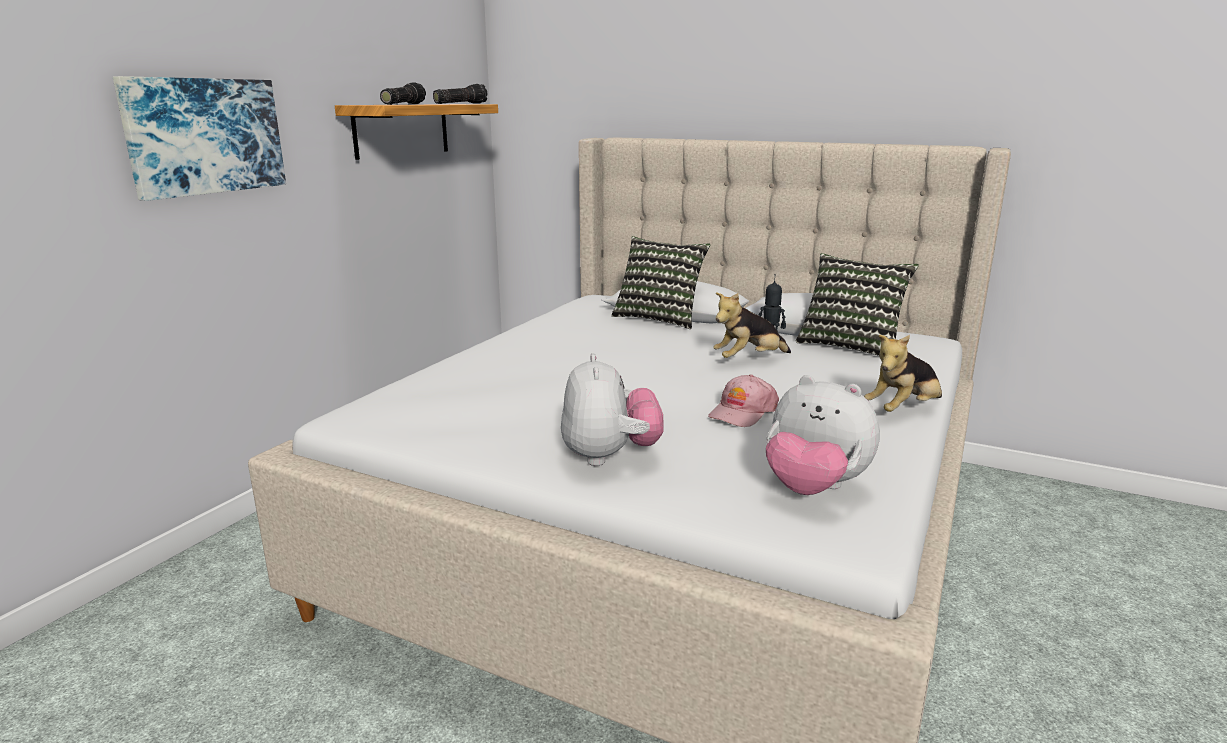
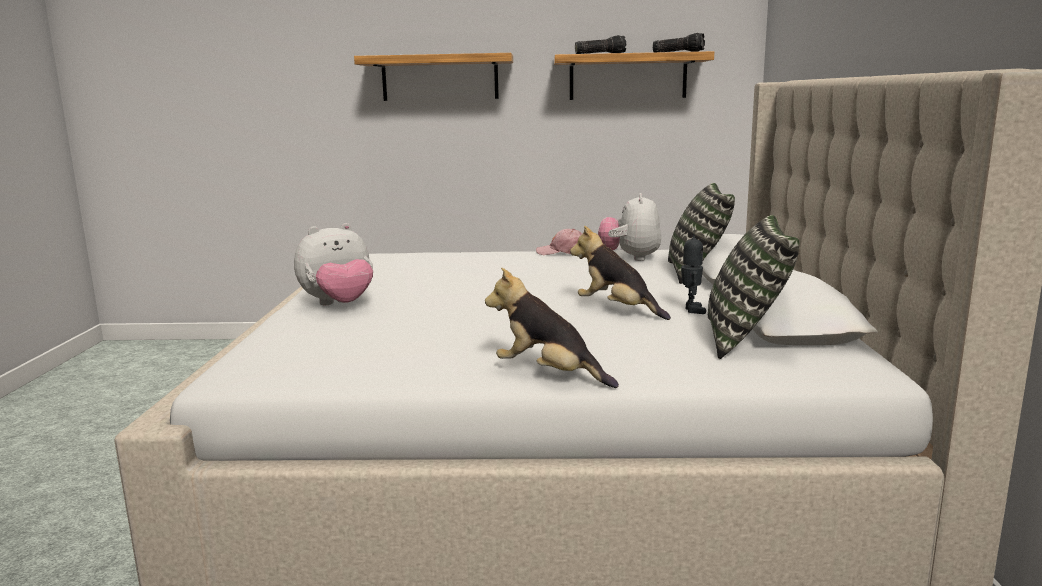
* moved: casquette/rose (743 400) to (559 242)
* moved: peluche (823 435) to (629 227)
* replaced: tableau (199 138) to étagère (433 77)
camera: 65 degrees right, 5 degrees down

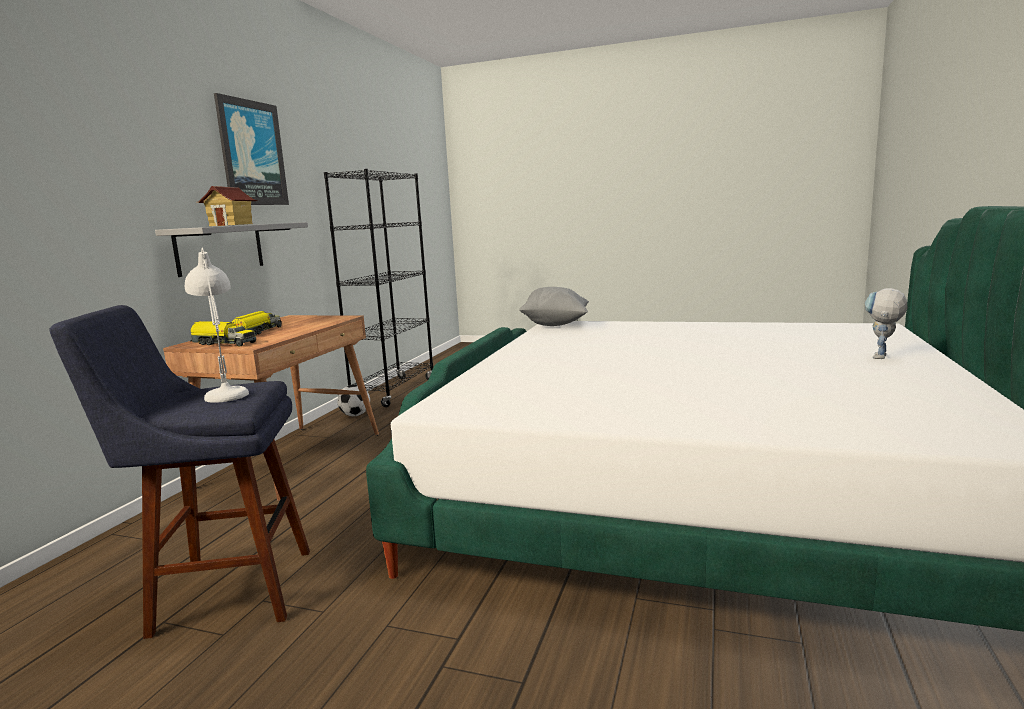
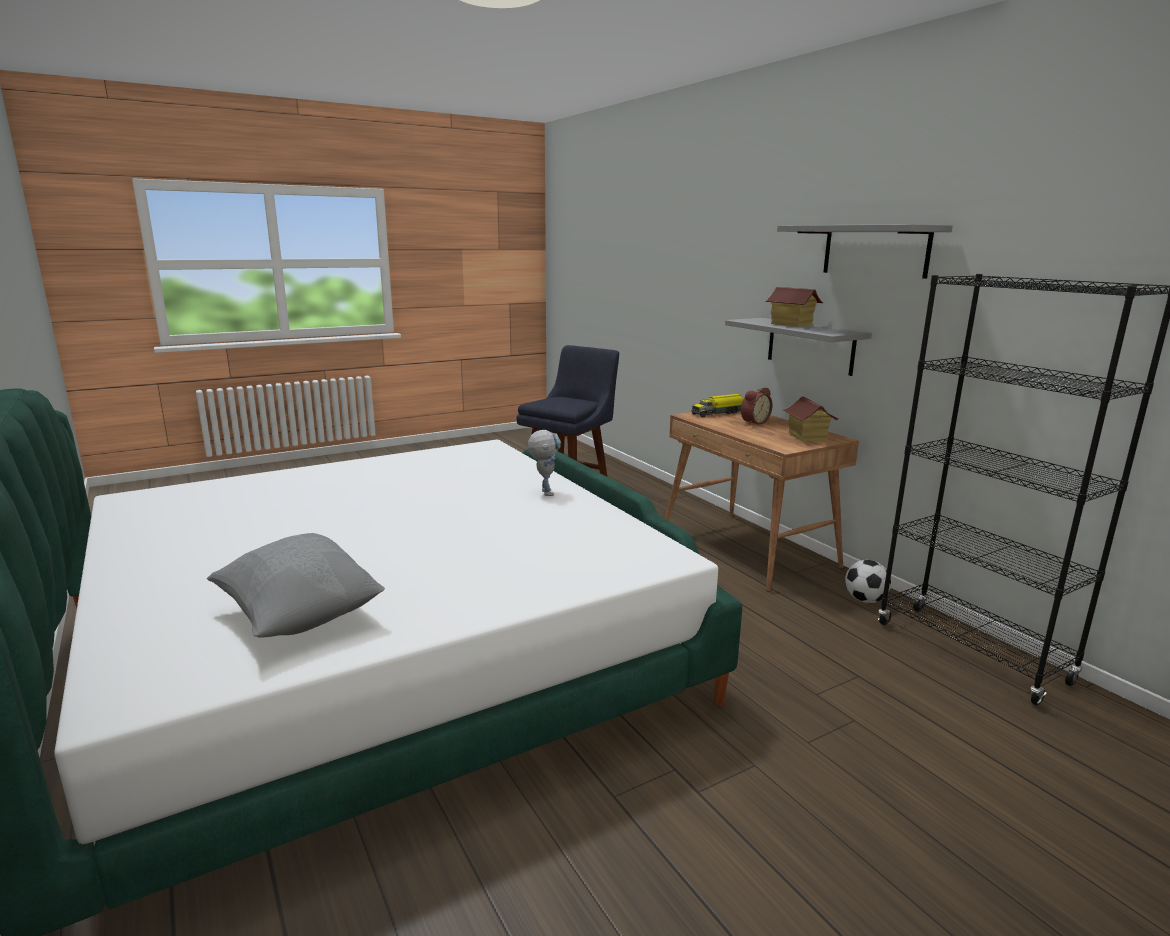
* removed: lampe de table/blanc (217 325)
* added: maison miniature (810 418)
* moved: coussin/gris (554 306) to (296 585)
* moved: robot jouet (886 323) to (544 463)
* replaced: tableau (251 149) to étagère/gris (865 251)
* replaced: camion jouet (257 323) to réveil (757 406)
camera: 130 degrees right, 5 degrees up

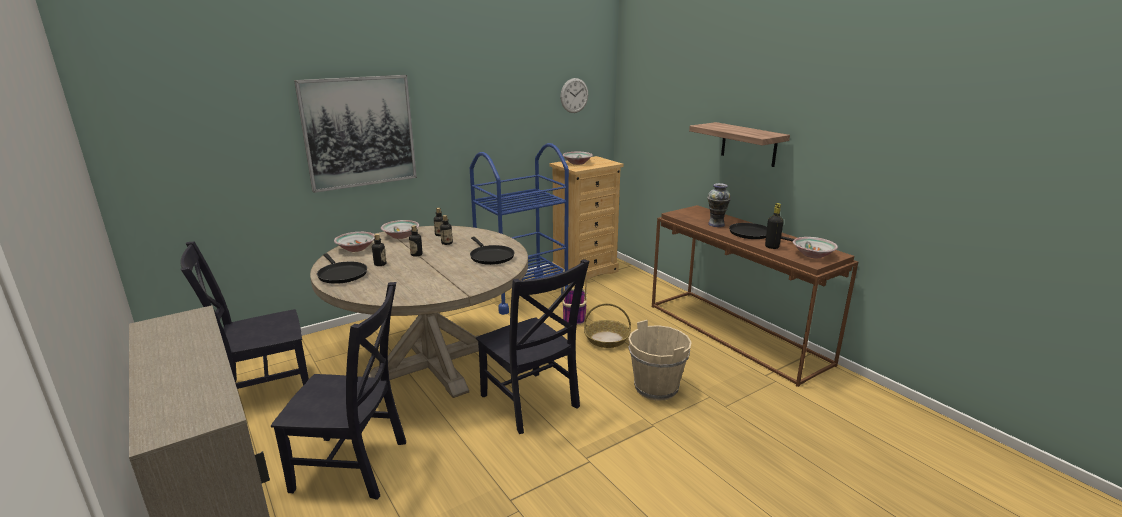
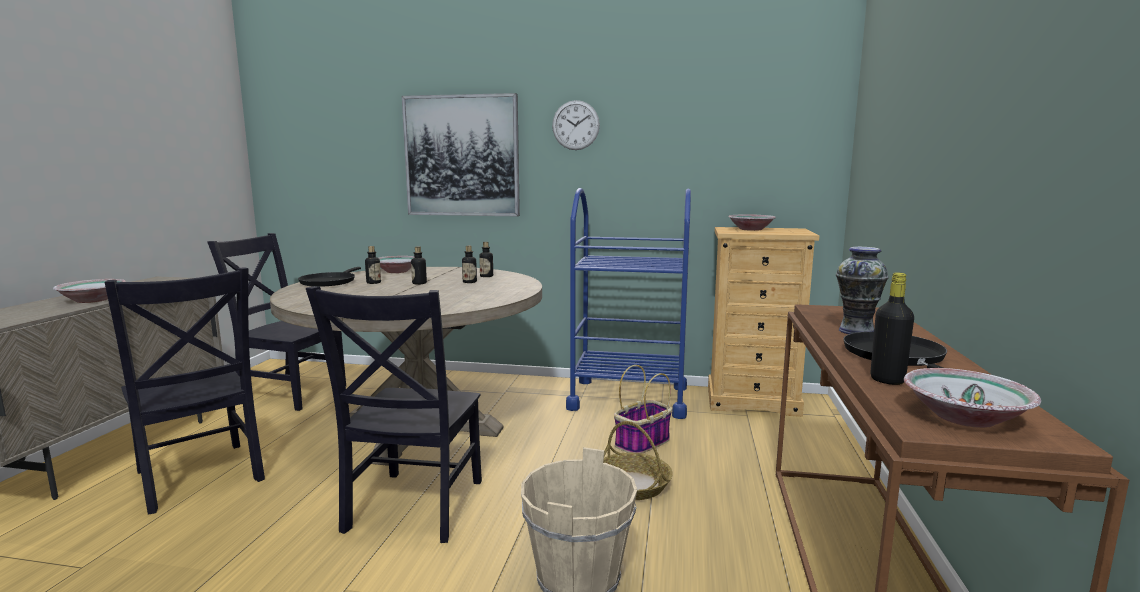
* removed: poêle/noir (492 251)
* removed: étagère (739 144)
* moved: bol (400 229) to (89 291)
* moved: horloge murale (574 95) to (576 125)
camera: 45 degrees right, 10 degrees down

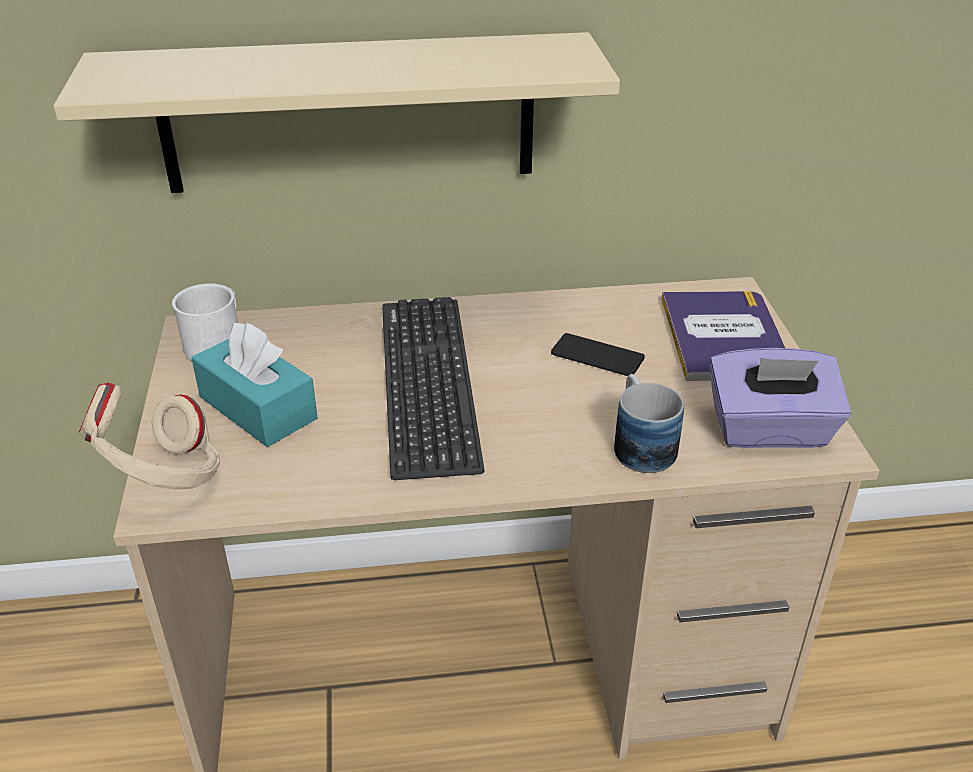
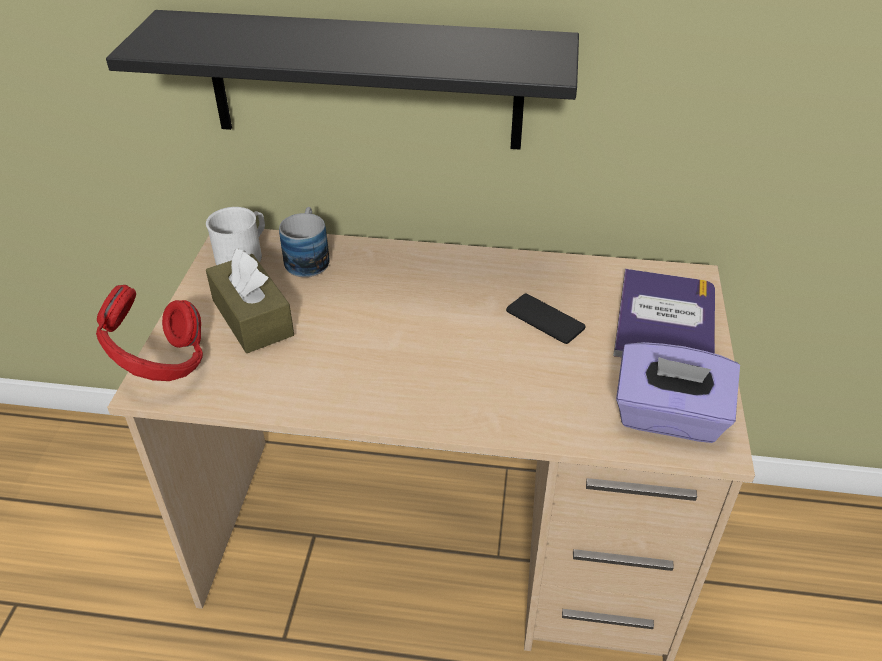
* removed: clavier (433 388)
* moved: mug (649 423) to (304 242)
* recoloured: étagère/beige (336 112) to étagère/noir (342 80)
* recoloured: casque audio/beige (149 436) to casque audio/rouge (149 333)
* recoloured: boîte à mouchoirs/turquoise (255 384) to boîte à mouchoirs/marron (250 300)
camera: 15 degrees right, 5 degrees up

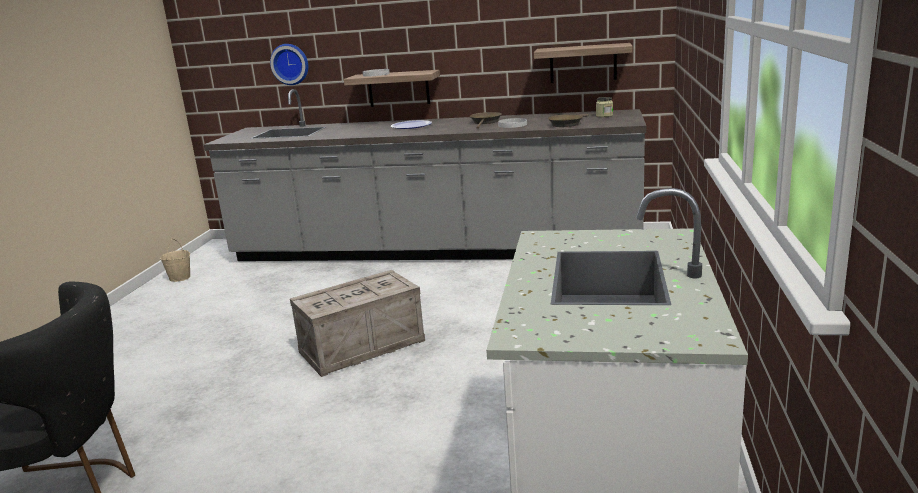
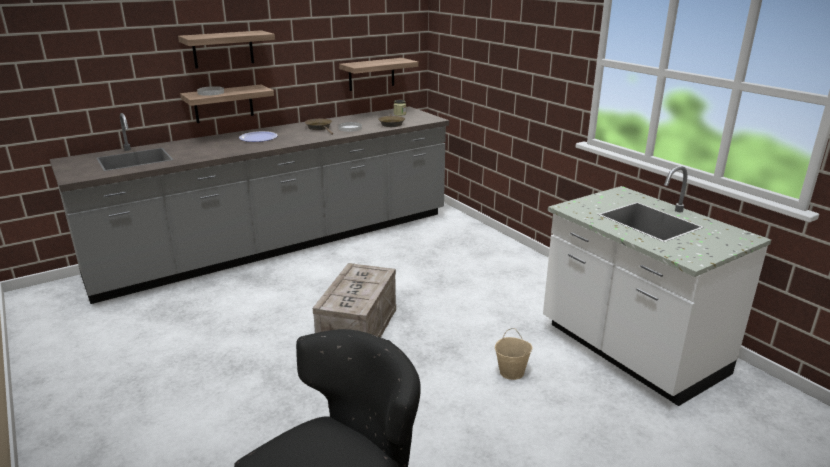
* removed: horloge murale (289 64)
* added: étagère (226 49)
* moved: seau/beige (175 260) to (514 354)
camera: 45 degrees left, 5 degrees up

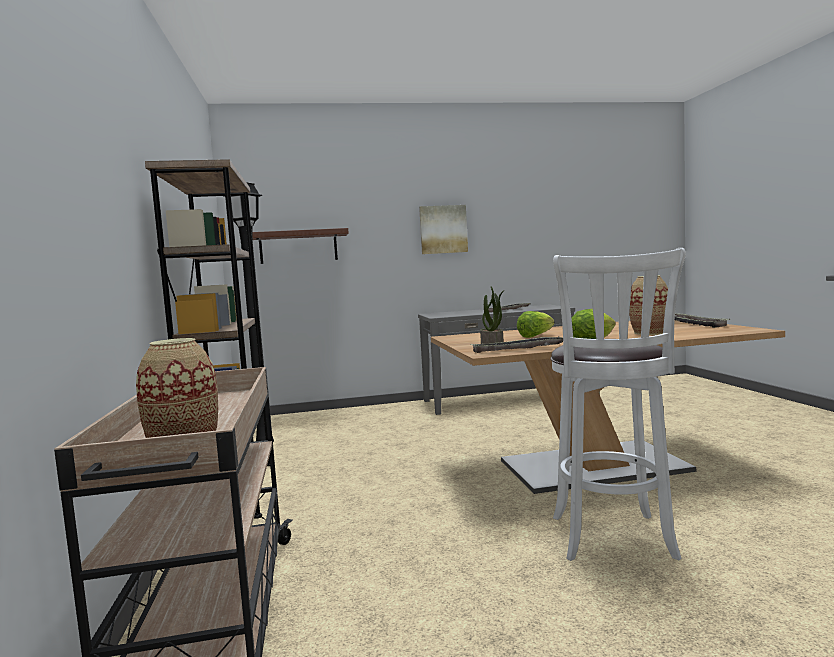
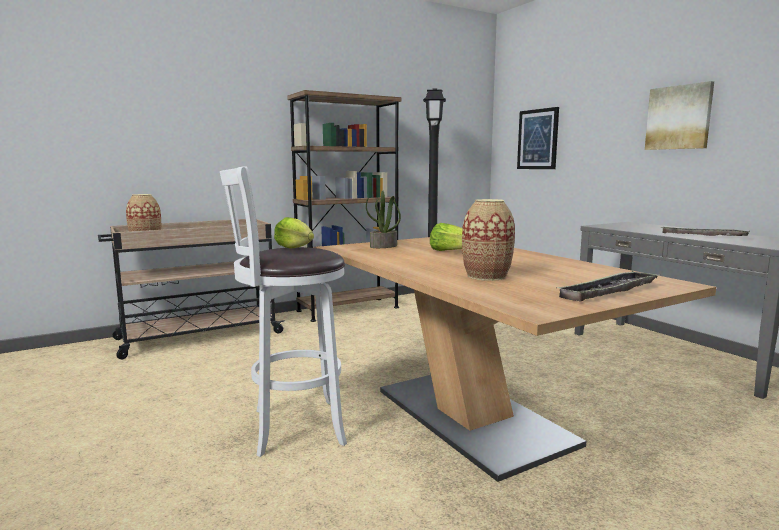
* removed: plateau (516 344)
* replaced: étagère/marron (300 246) to tableau (538 138)
camera: 70 degrees right, 5 degrees up

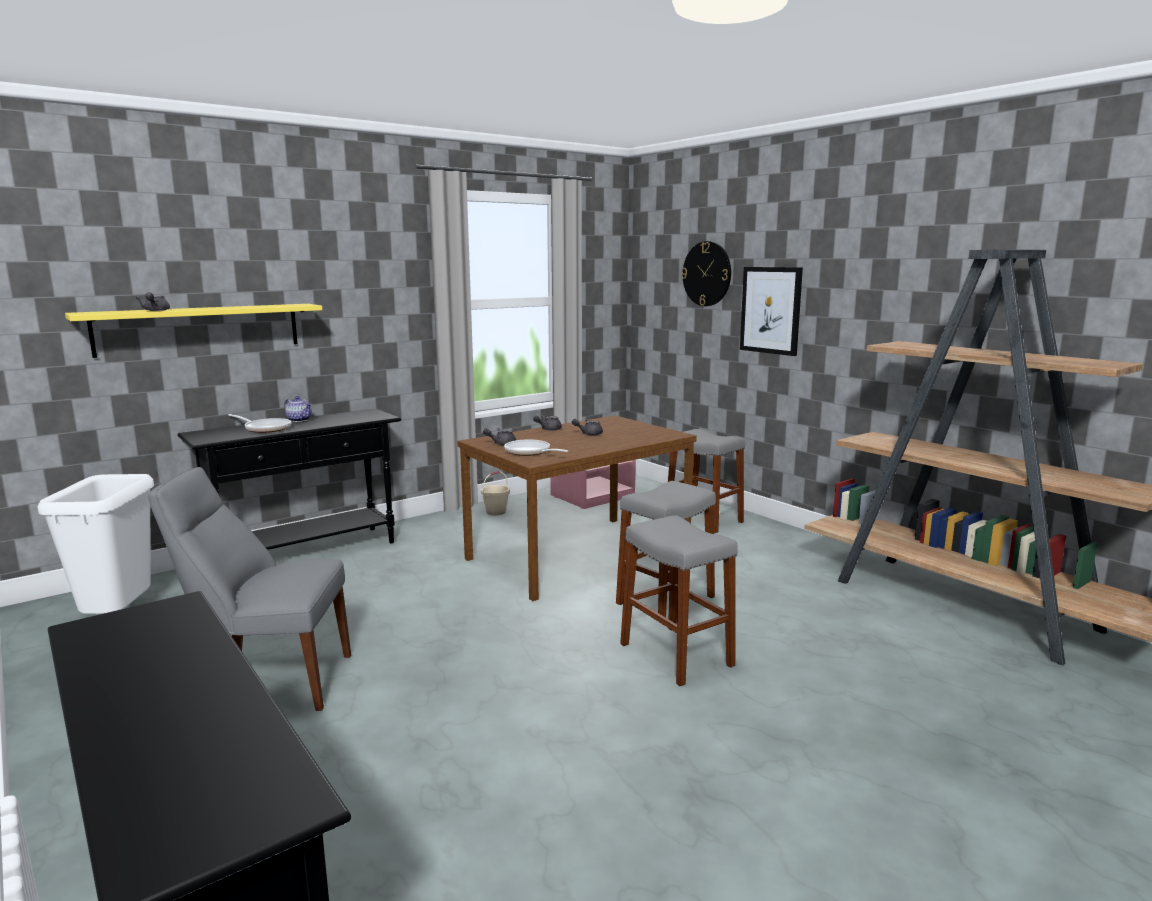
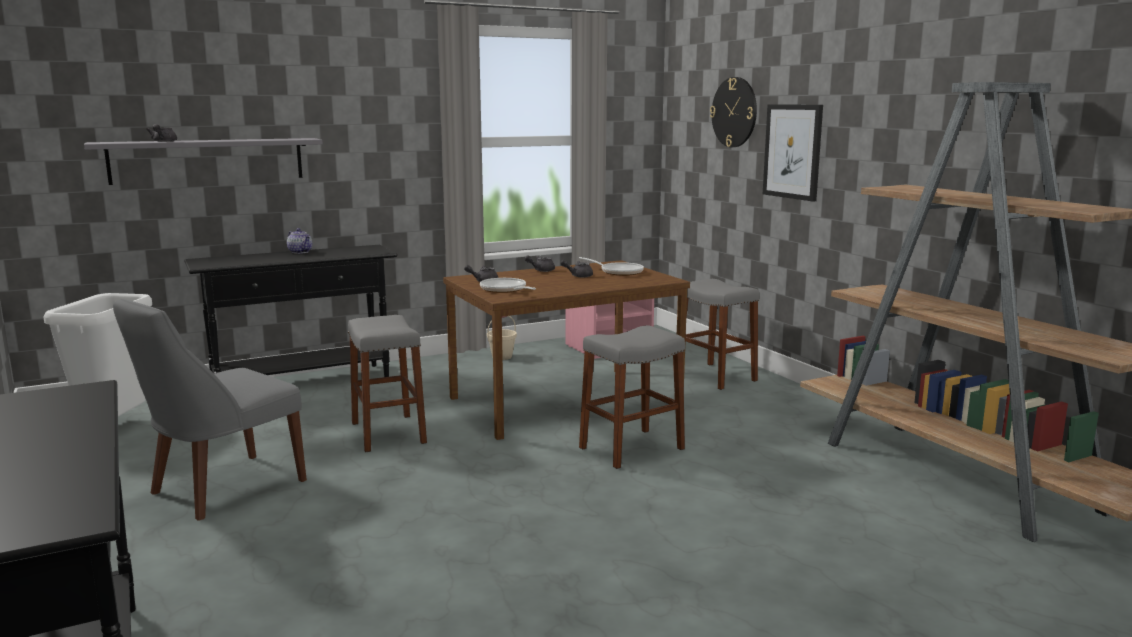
* moved: poêle (259 423) to (611 266)
* moved: tabouret/gris (679 600) to (387 383)
* recoloured: étagère/jaune (193 331) to étagère/gris (203 161)
* turned: chaise/gris (250 589) = (210 410) 60 degrees counterclockwise
camera: 10 degrees right, 0 degrees up

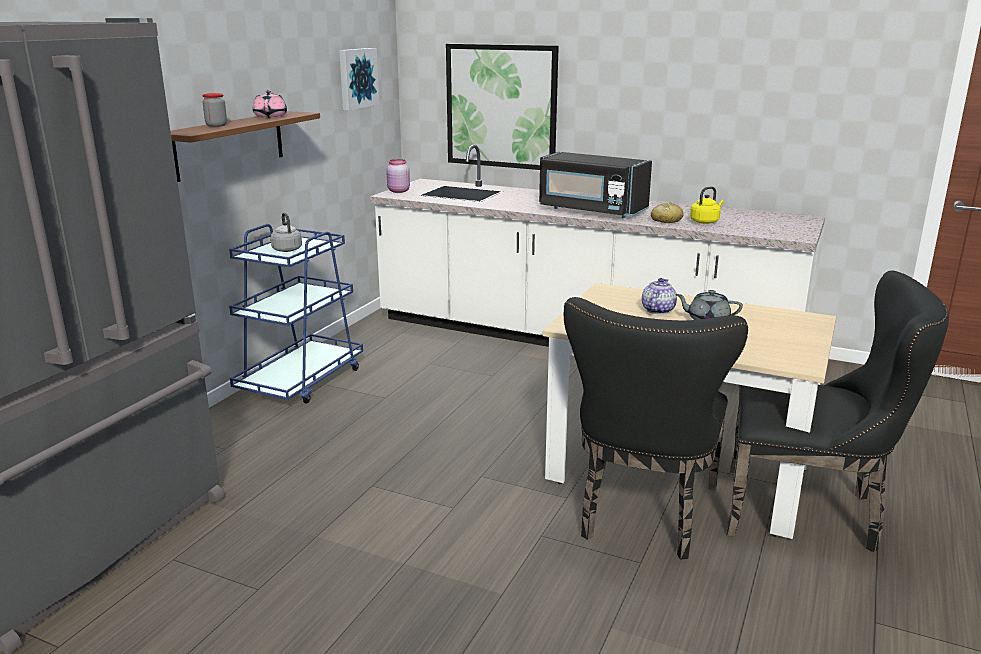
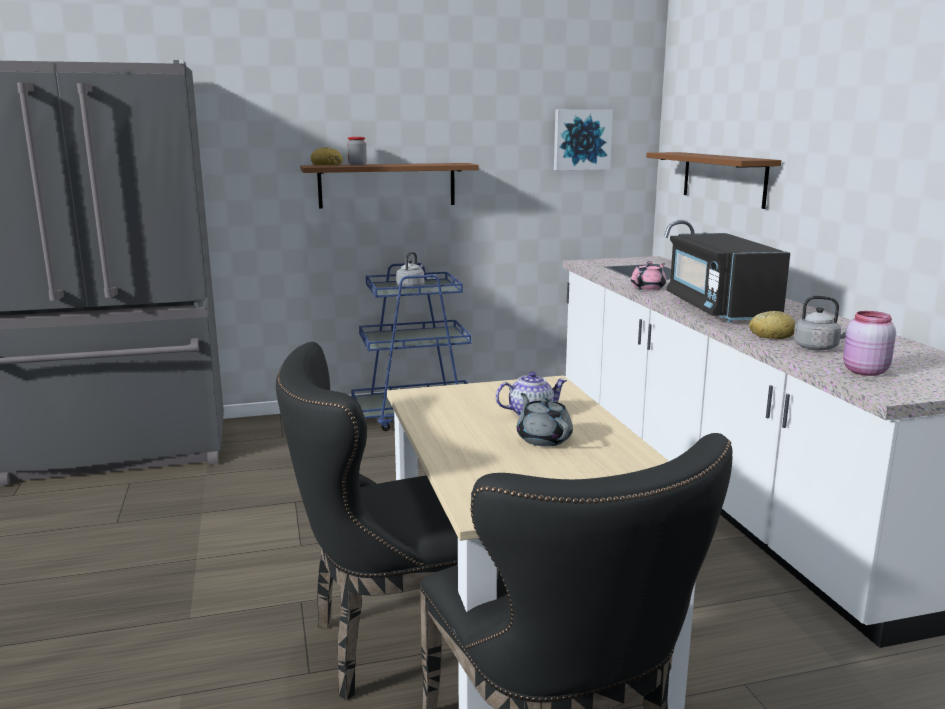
* added: pain (326 156)
* moved: théière/rose (270 104) to (648 275)
* moved: bocal/rose (398 176) to (869 343)
* replaced: tableau (502 107) to étagère/marron (713 180)
* recoloured: bouilloire/jaune (707 205) to bouilloire/gris (820 323)
camera: 50 degrees right, 5 degrees down

